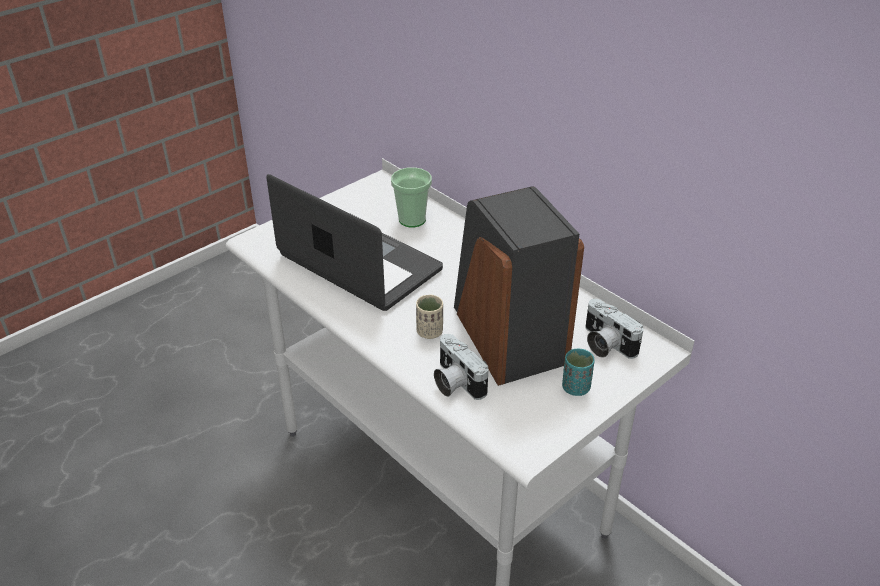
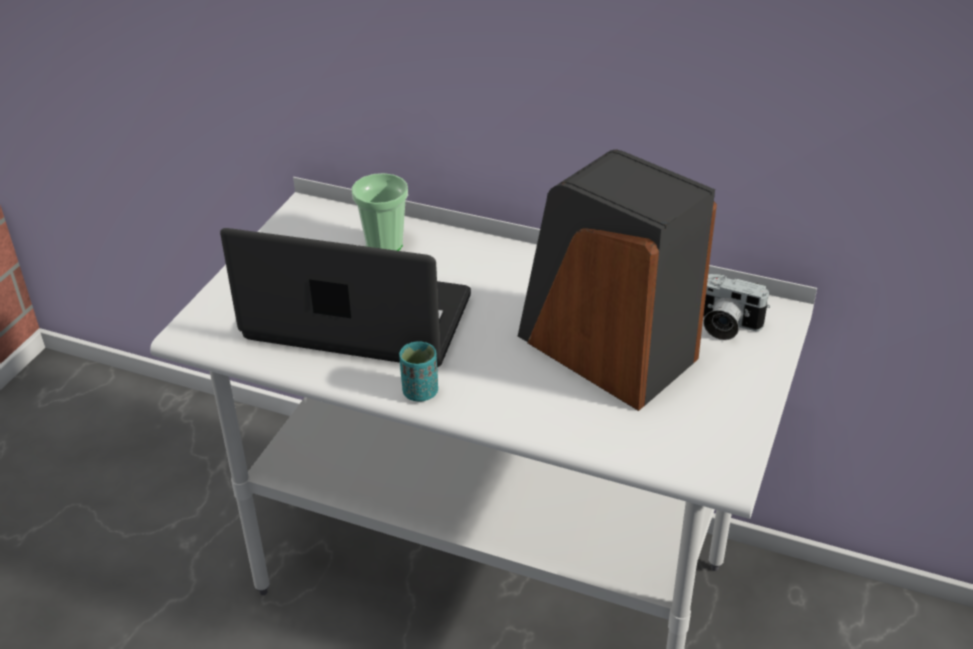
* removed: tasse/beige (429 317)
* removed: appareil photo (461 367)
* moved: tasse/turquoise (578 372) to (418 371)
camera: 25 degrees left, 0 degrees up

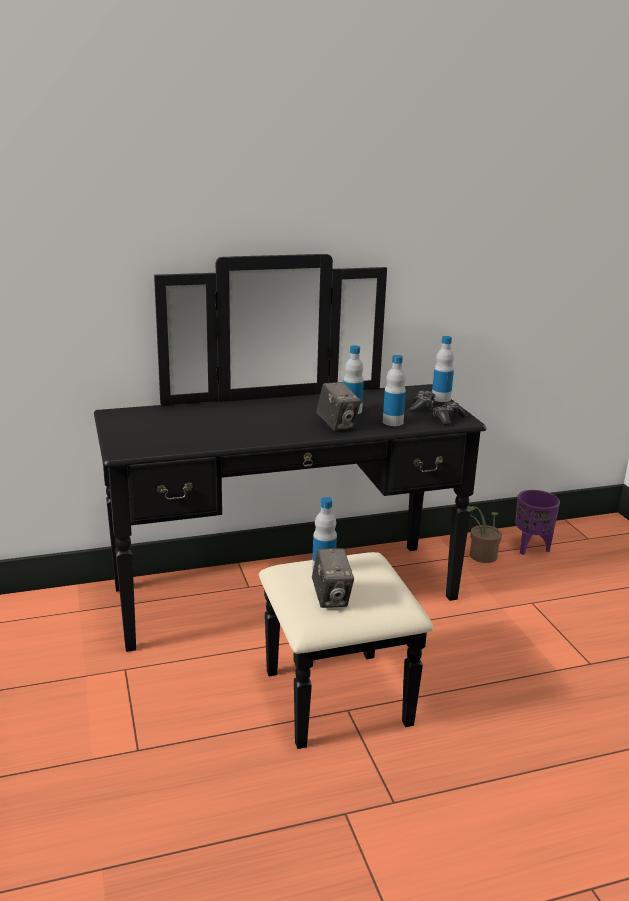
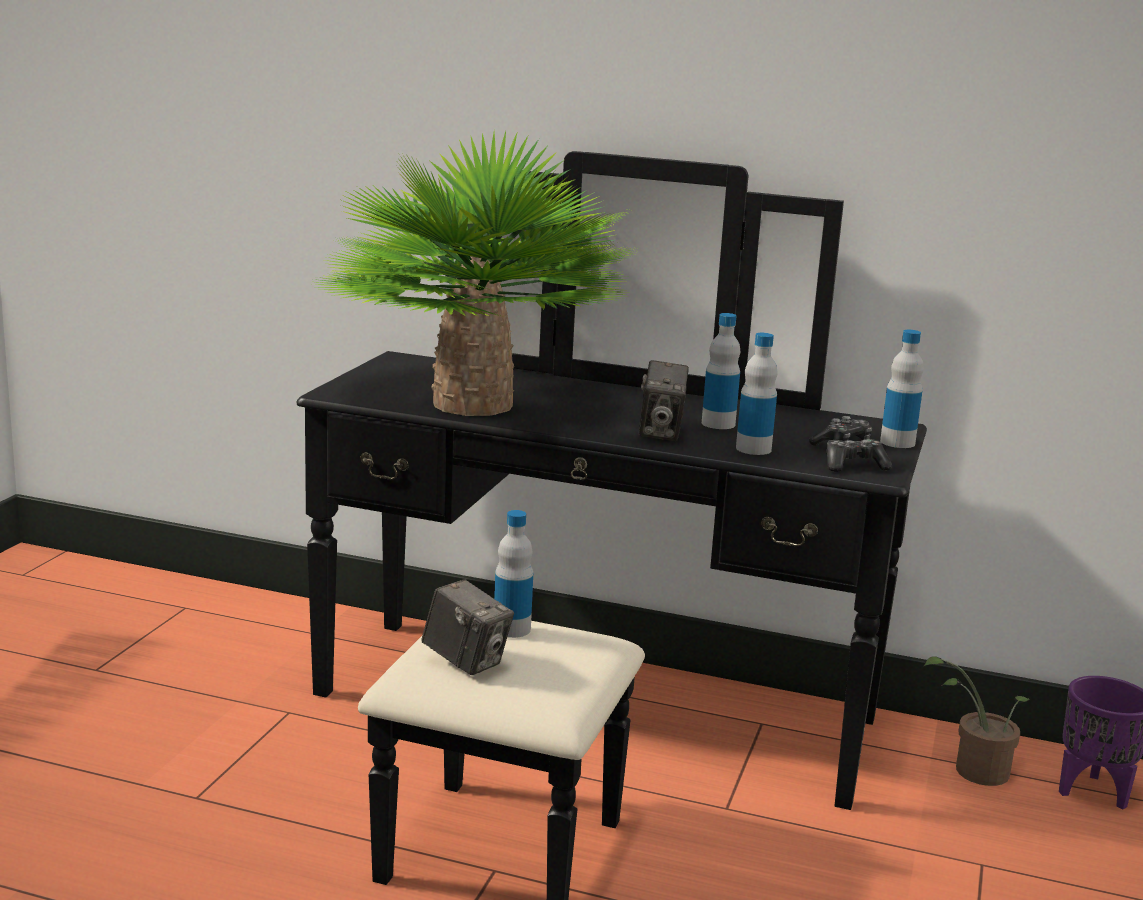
* added: plante en pot (474 273)
* turned: appareil photo (333 578) = (467 627) 75 degrees counterclockwise
camera: 35 degrees right, 5 degrees down

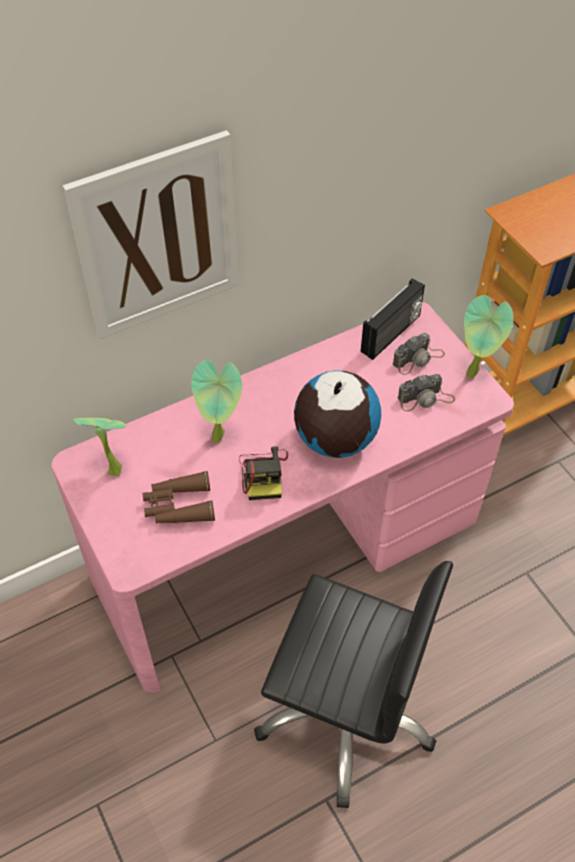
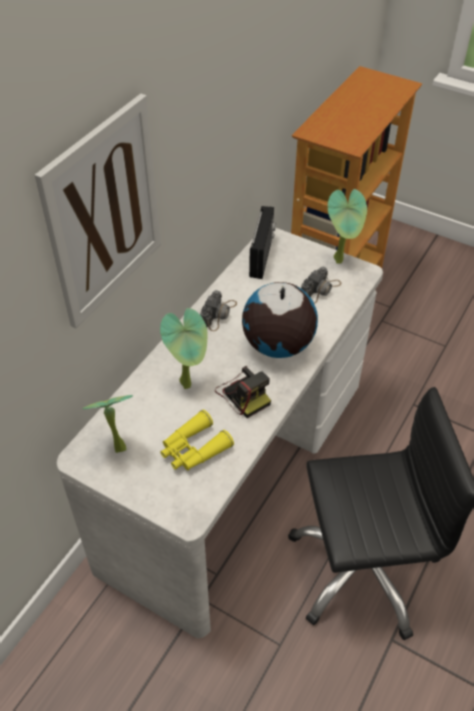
* moved: appareil photo (419 354) to (218 310)
* recoloured: bureau/rose (282 497) to bureau/blanc (220 433)
* recoloured: jumelles/marron (178 497) to jumelles/jaune (197 440)
camera: 30 degrees left, 5 degrees down

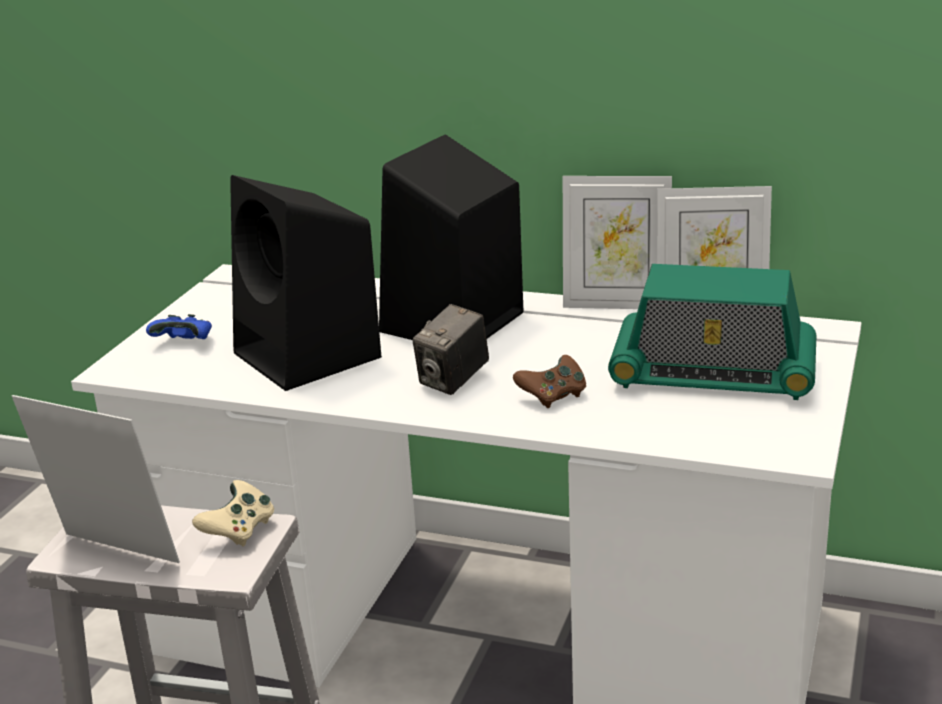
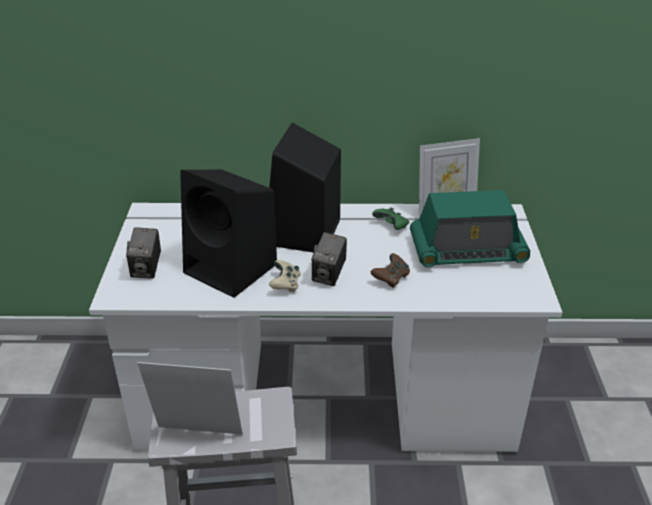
* removed: cadre photo (617 242)
* added: manette/vert (391 218)
* moved: manette/beige (233 513) to (285 276)
* replaced: manette/bleu (179 326) to appareil photo (143 253)
camera: 20 degrees left, 10 degrees up

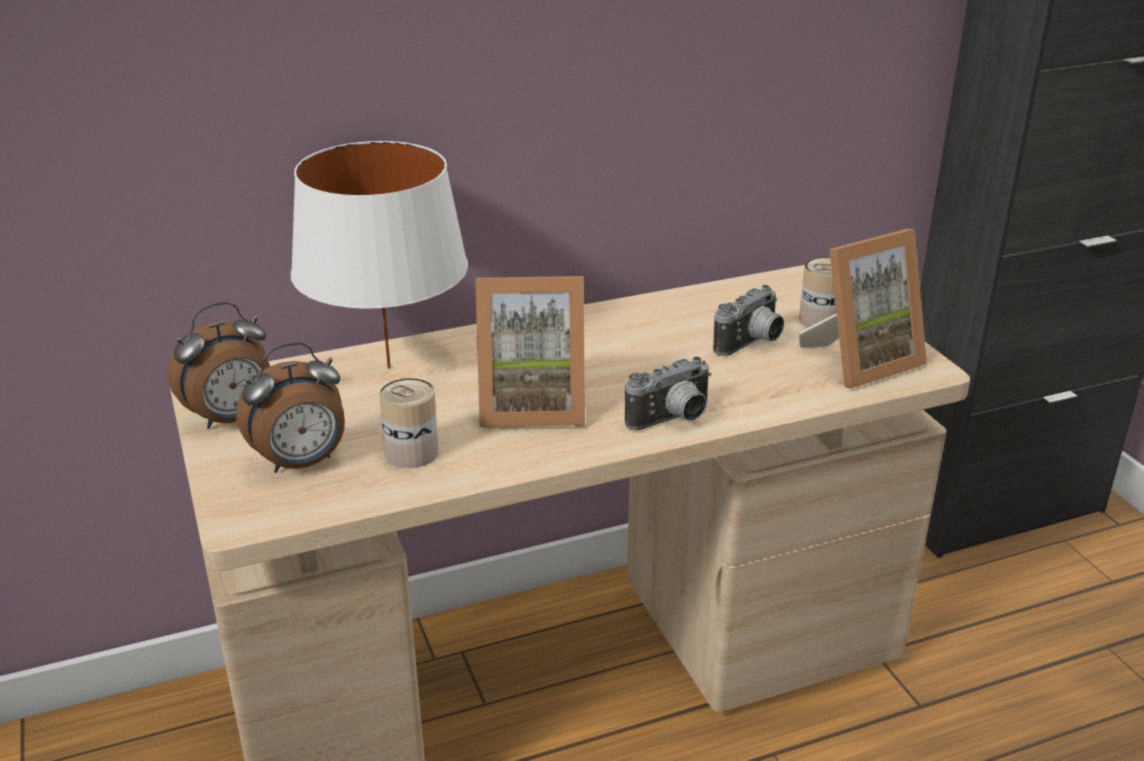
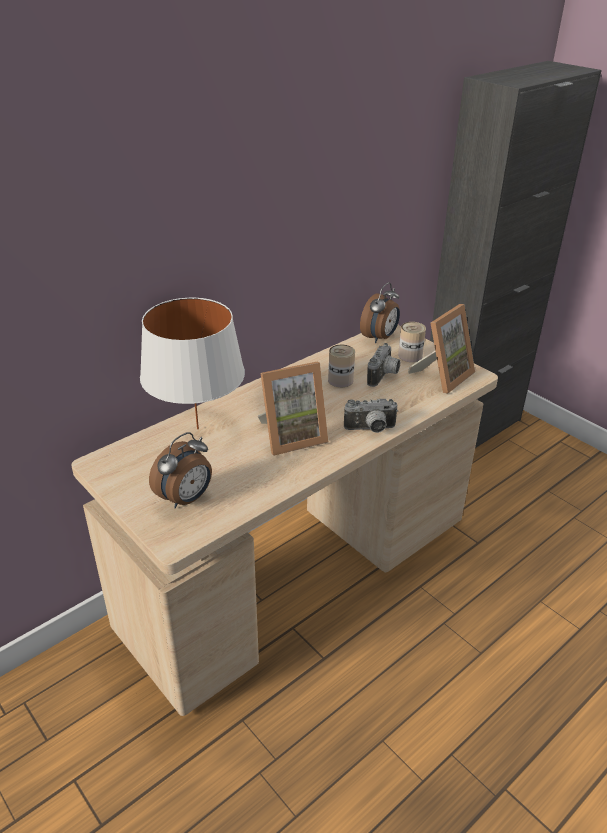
* moved: réveil (218 365) to (380 313)
* moved: boîte métallique (409 423) to (341 366)
* turned: appareil photo (668 393) = (371 416) 45 degrees clockwise
camera: 20 degrees left, 5 degrees up

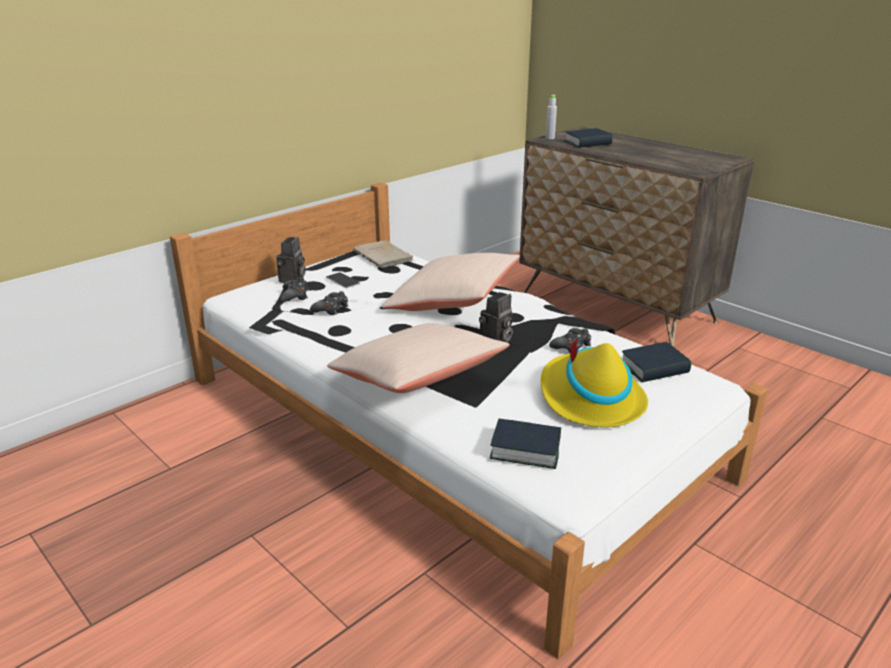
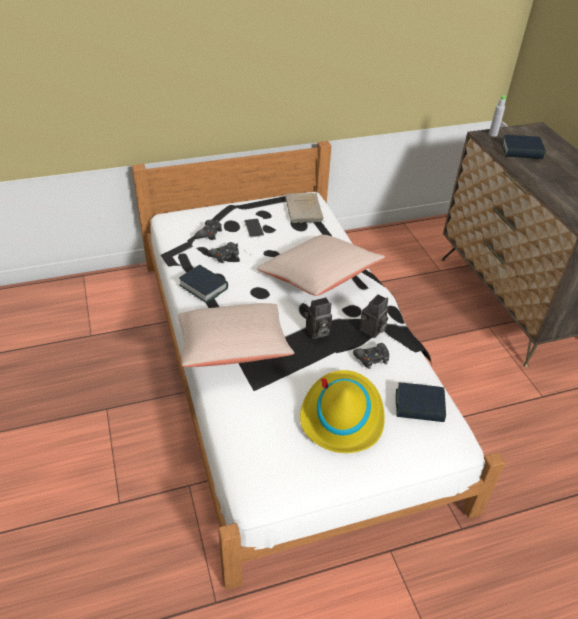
* moved: appareil photo (291 260) to (373 316)
* moved: livre (525 444) to (203 284)
camera: 25 degrees right, 15 degrees up

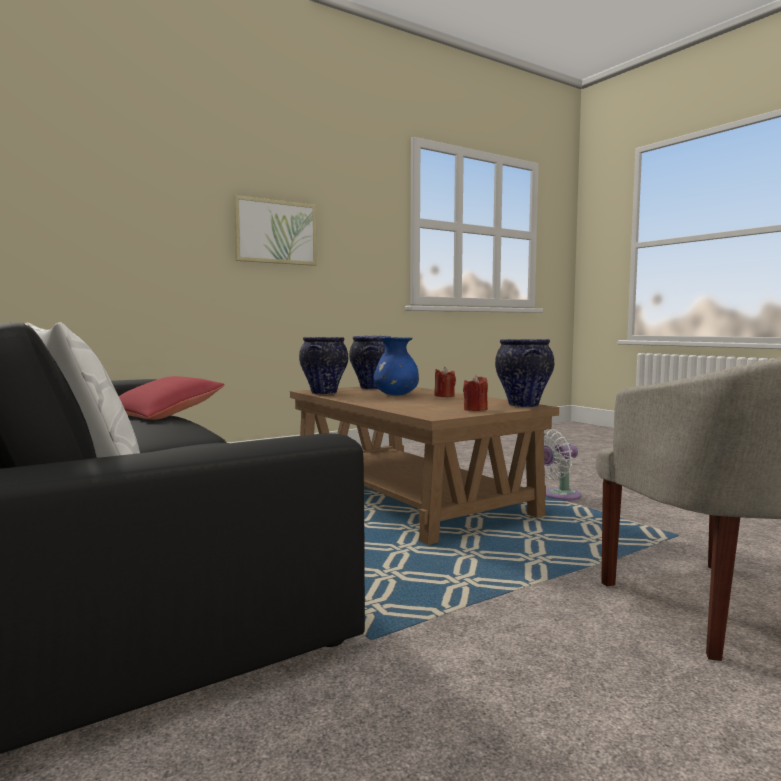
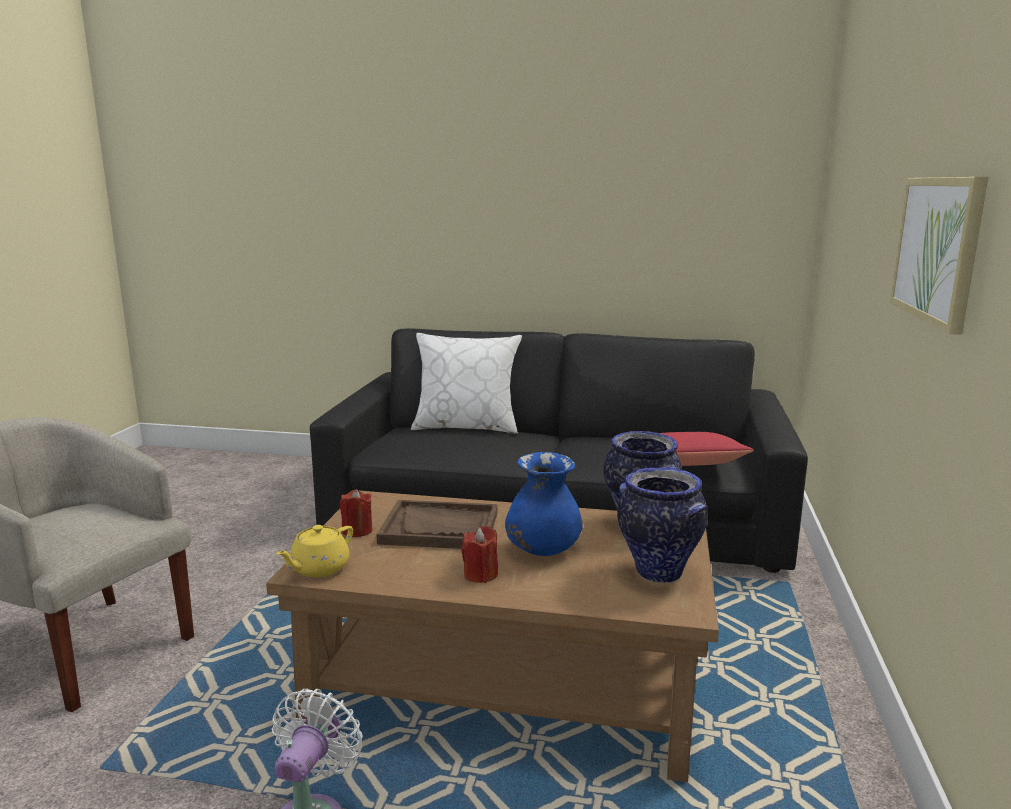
* added: plateau/marron (436 524)
* replaced: vase (524 373) to théière/jaune (314 551)
camera: 135 degrees right, 10 degrees up

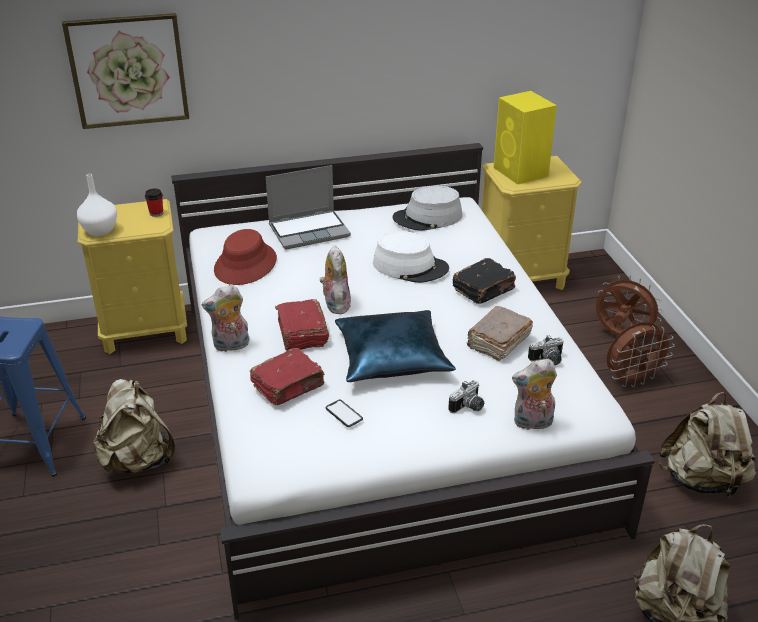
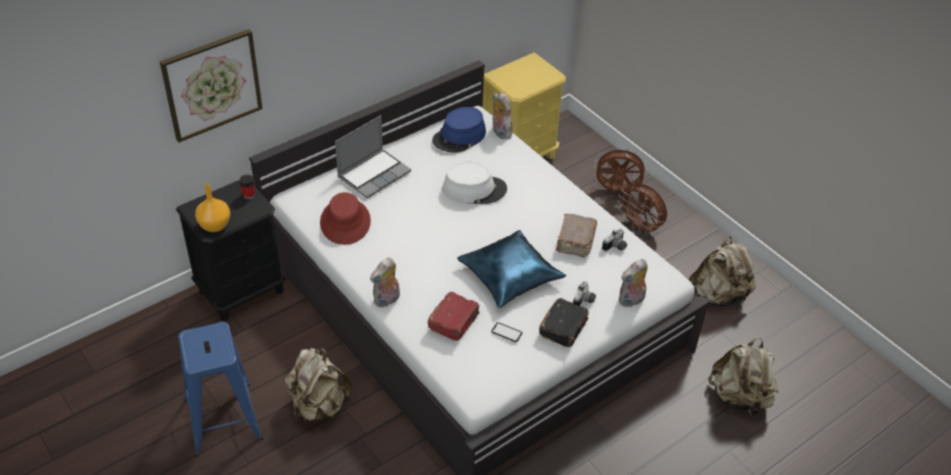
* removed: livre/rouge (302 325)
* removed: enceinte/jaune (525 138)
* moved: peluche (335 279) to (503 115)
* moved: livre/noir (484 281) to (564 322)
* recoloured: vase/blanc (97 205) to vase/orange (212 208)
* recoloured: table de chevet/jaune (132 276) to table de chevet/noir (230 250)
* recoloured: chapeau/gris (428 208) to chapeau/bleu (459 130)
* turned: ventilateur/marron (640 354) = (642 210) 90 degrees clockwise
camera: 25 degrees left, 10 degrees up

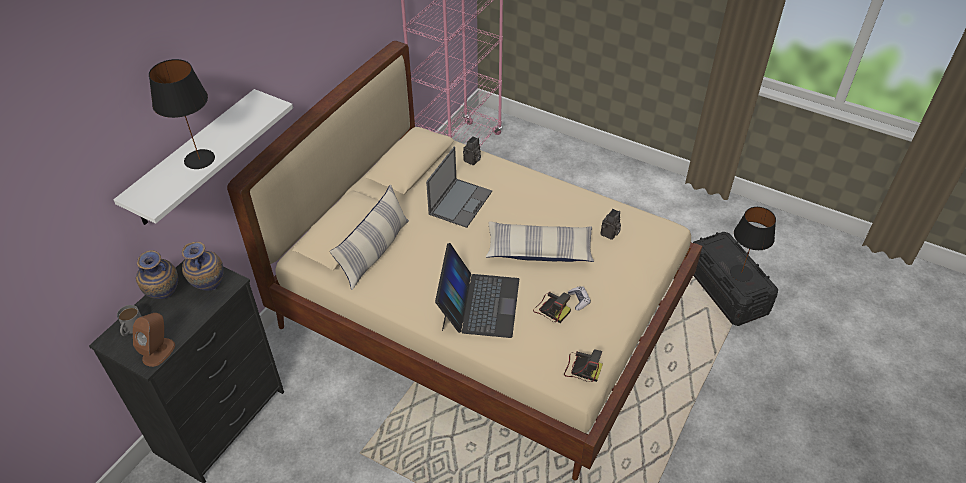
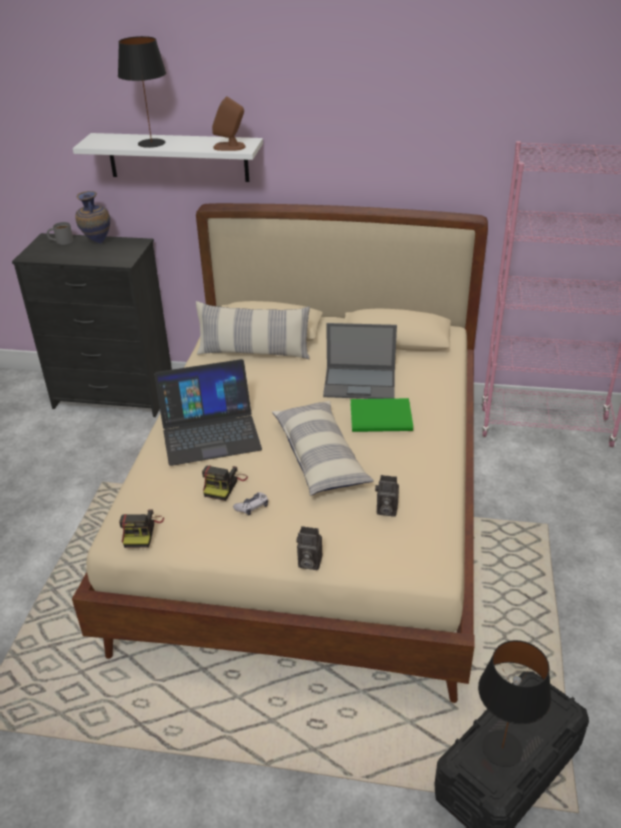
* removed: vase (203 266)
* added: livre/vert (381 415)
* moved: enceinte/marron (154 340) to (229 123)
* moved: appareil photo (472 150) to (309 548)
camera: 70 degrees right, 10 degrees down

